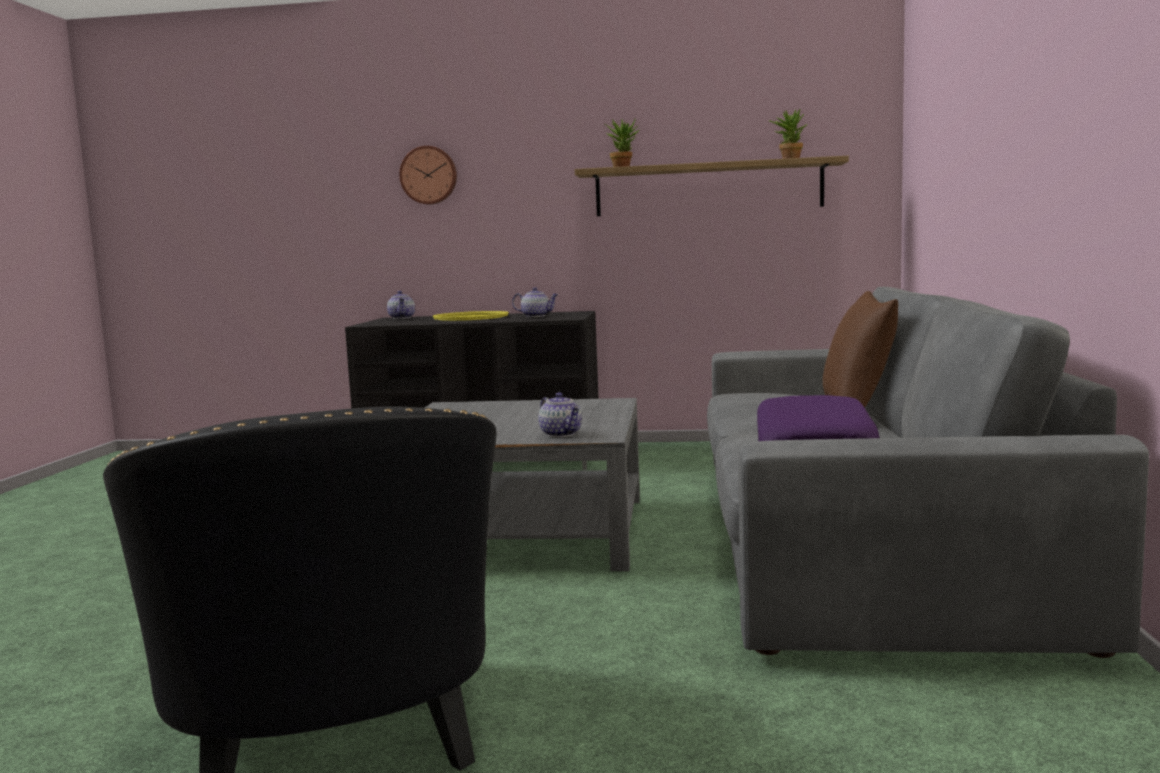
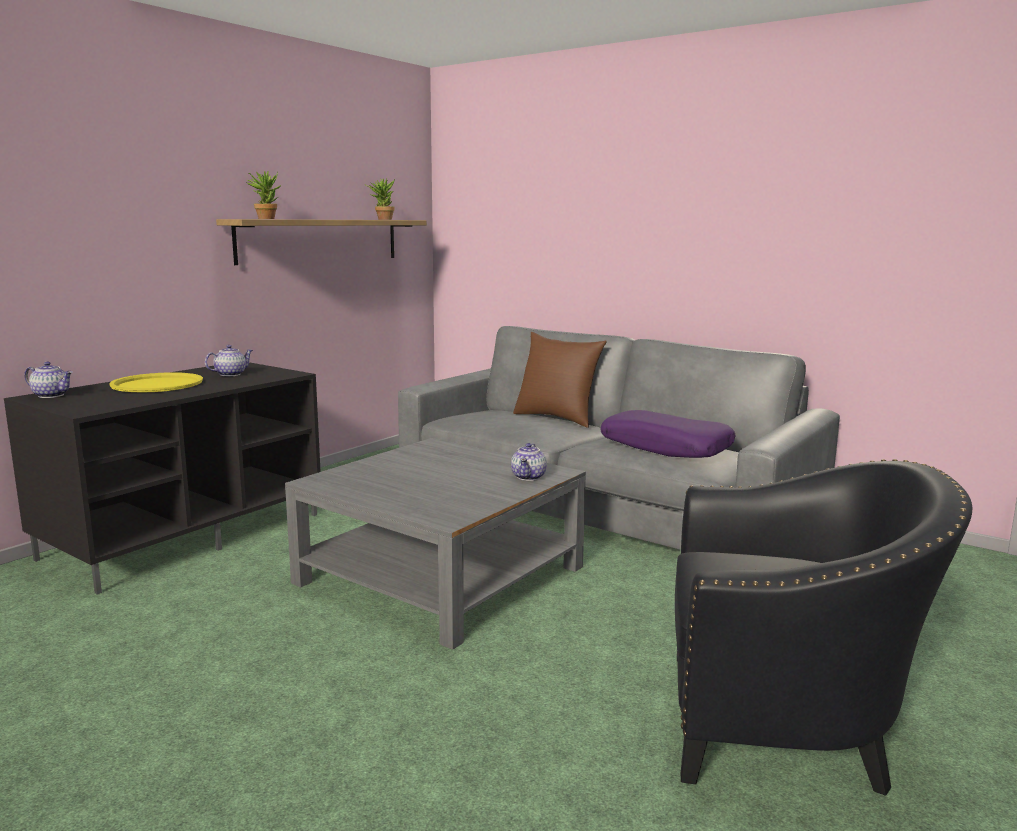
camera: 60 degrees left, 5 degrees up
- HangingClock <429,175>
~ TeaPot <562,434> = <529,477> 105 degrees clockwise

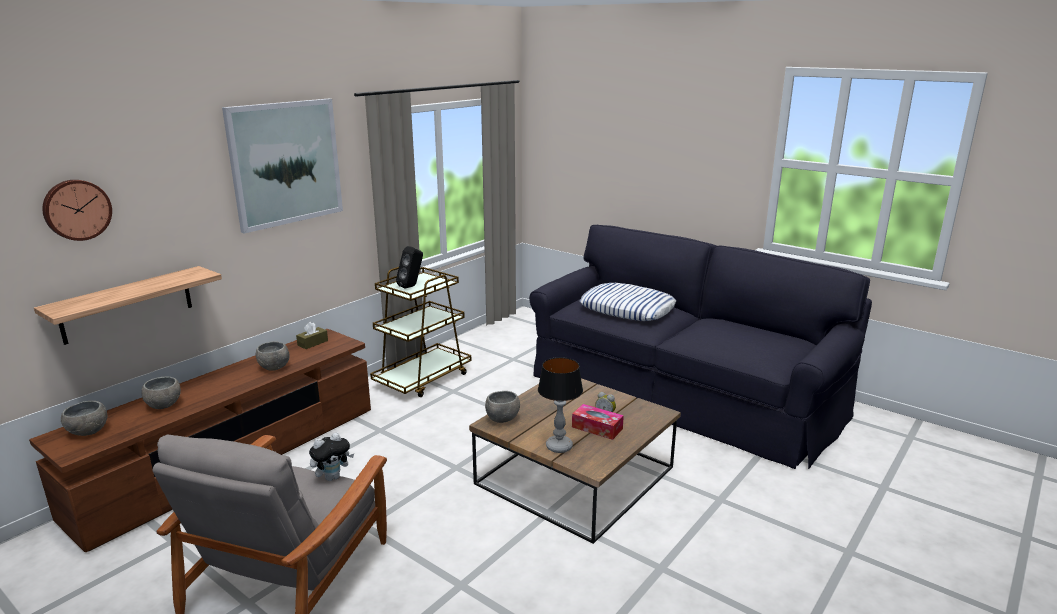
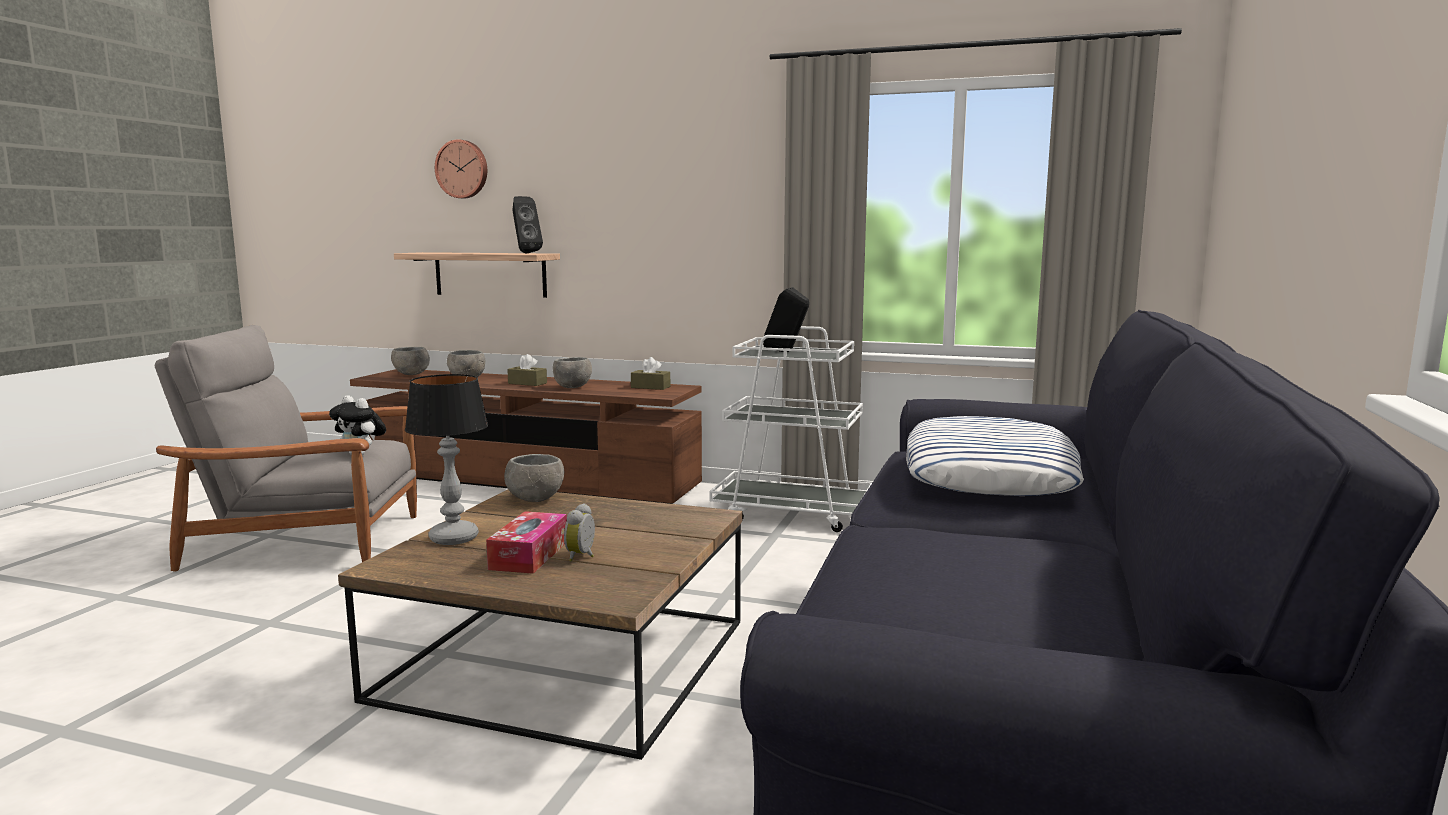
camera: 70 degrees right, 10 degrees down
- Picture <286,163>
~ BrownTrolley <423,379> to WhiteColouredTrolley <793,513>
+ BrownBoxOfTissues <527,383>
+ BlackAudioSpeaker <525,253>

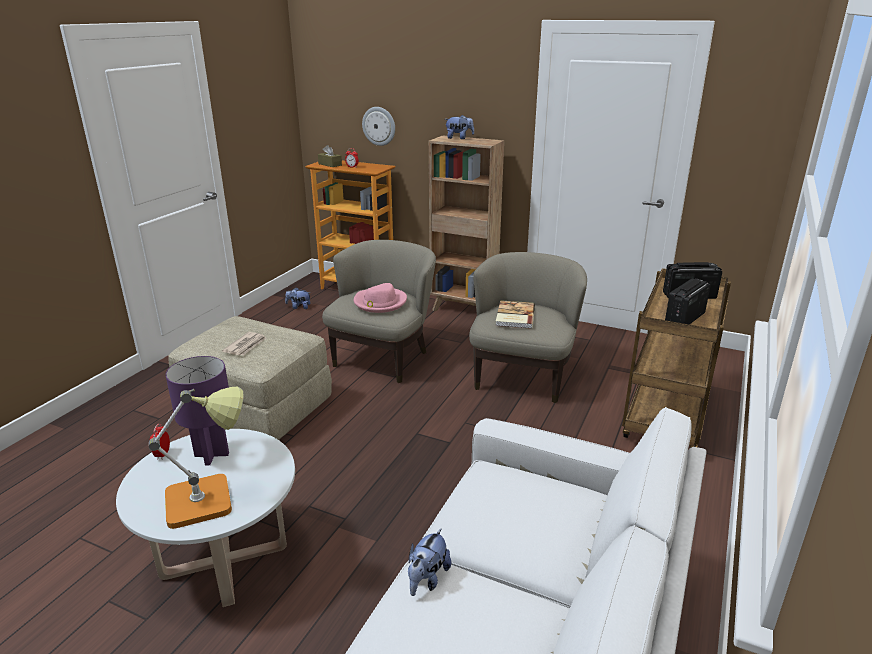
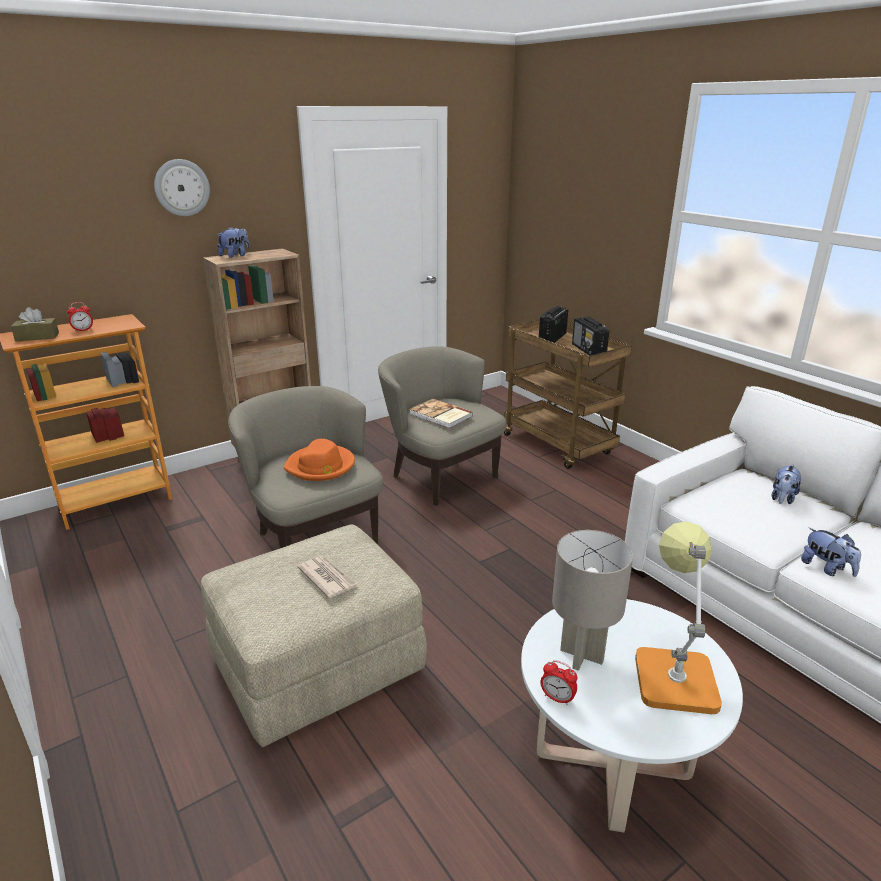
camera: 60 degrees left, 0 degrees up
~ PurplishLampForATable <212,455> to GreyLampForATable <582,655>
~ PlushToy <299,307> to <782,498>
~ PinkColouredWearableHat <380,302> to OrangeWearableHat <321,466>
~ HangingClock <379,126> to <182,187>

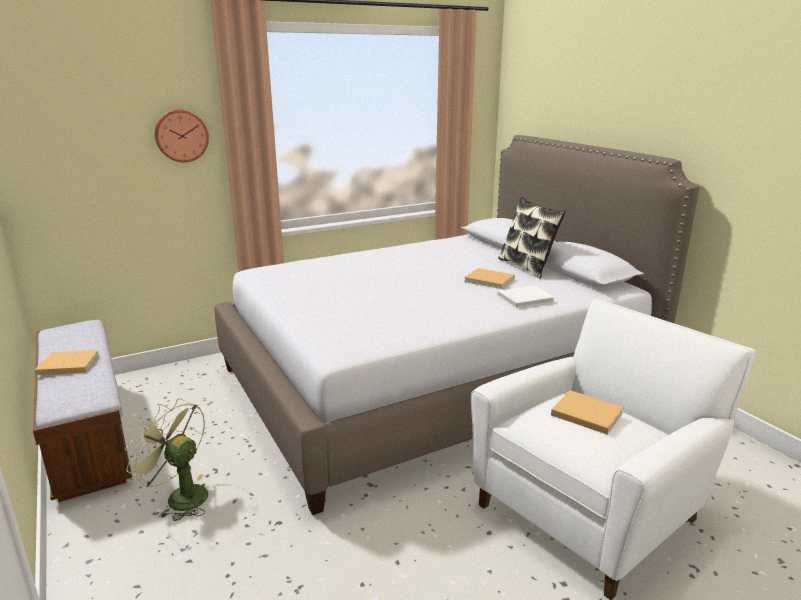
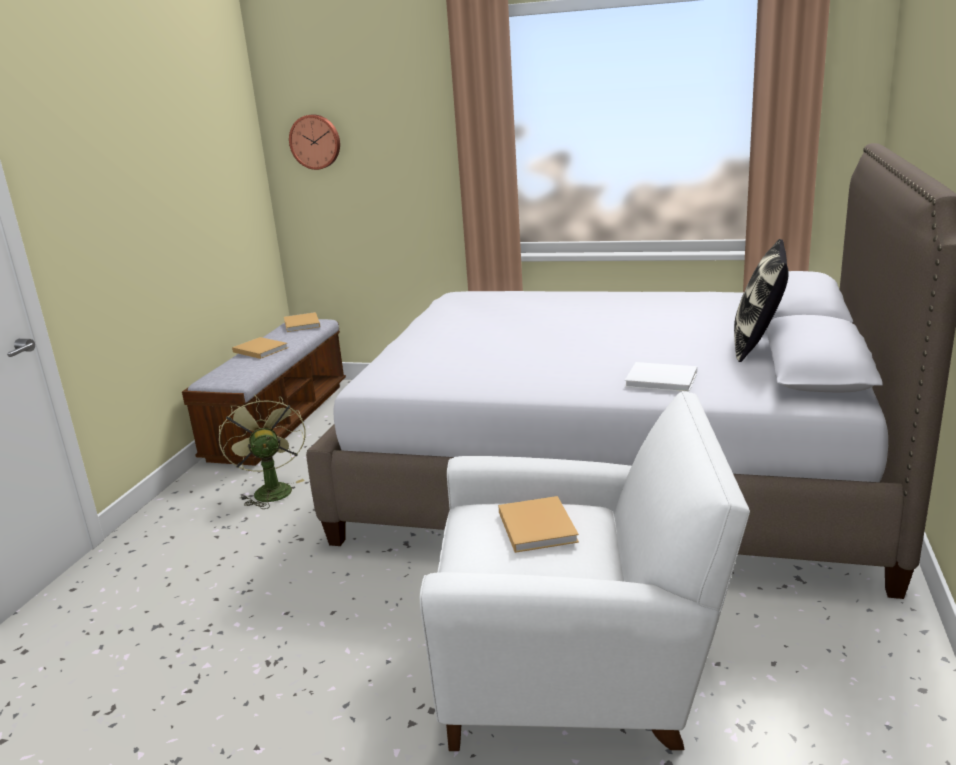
camera: 45 degrees right, 0 degrees up
~ HangingClock <181,135> to <315,141>
~ BeigeVolume <490,280> to <302,324>

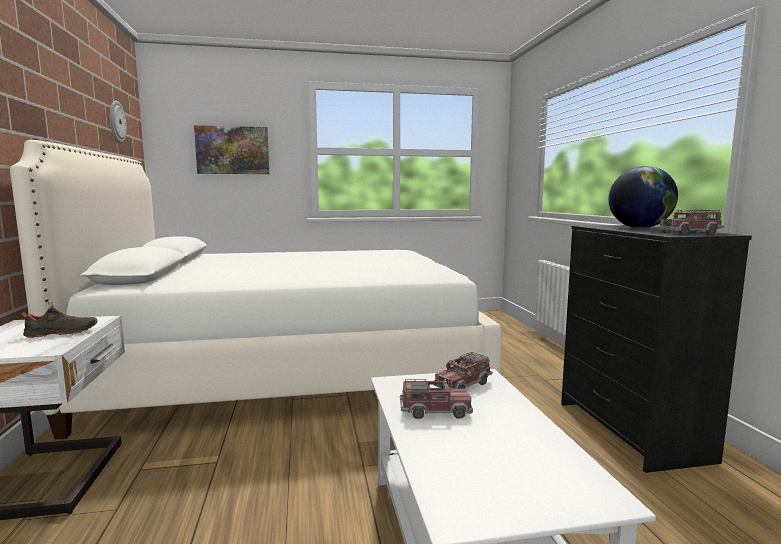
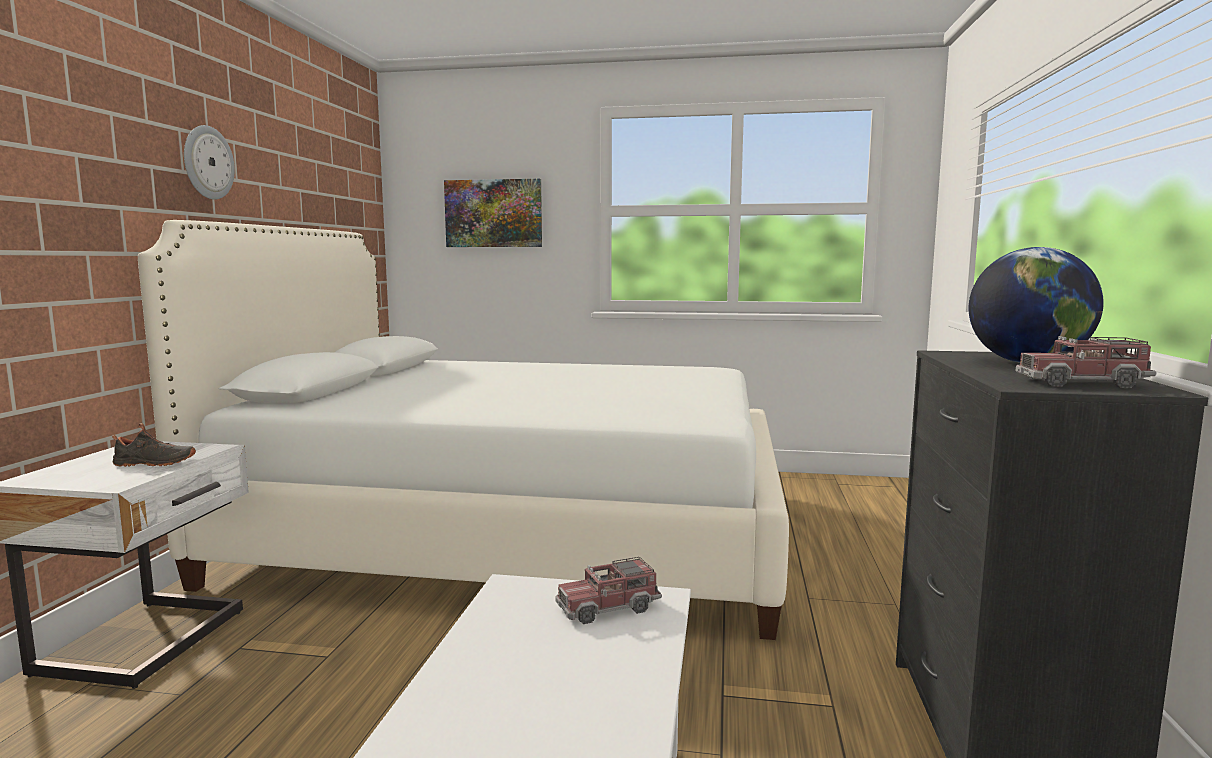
camera: 20 degrees right, 0 degrees up
~ HangingClock <116,122> to <207,162>
- ToyTruck <435,411>

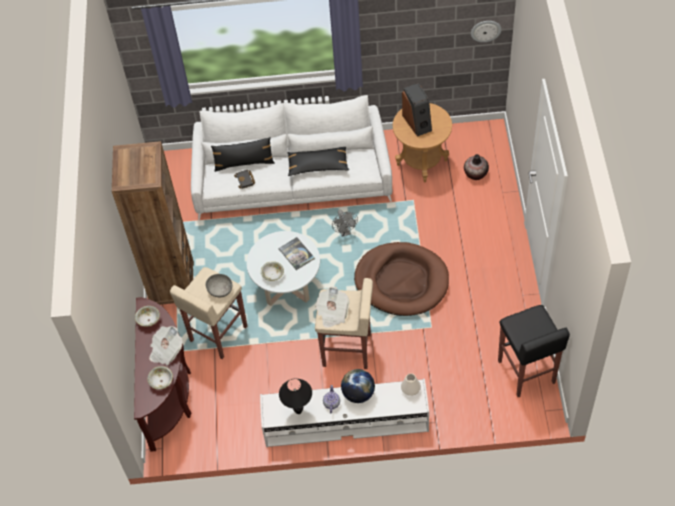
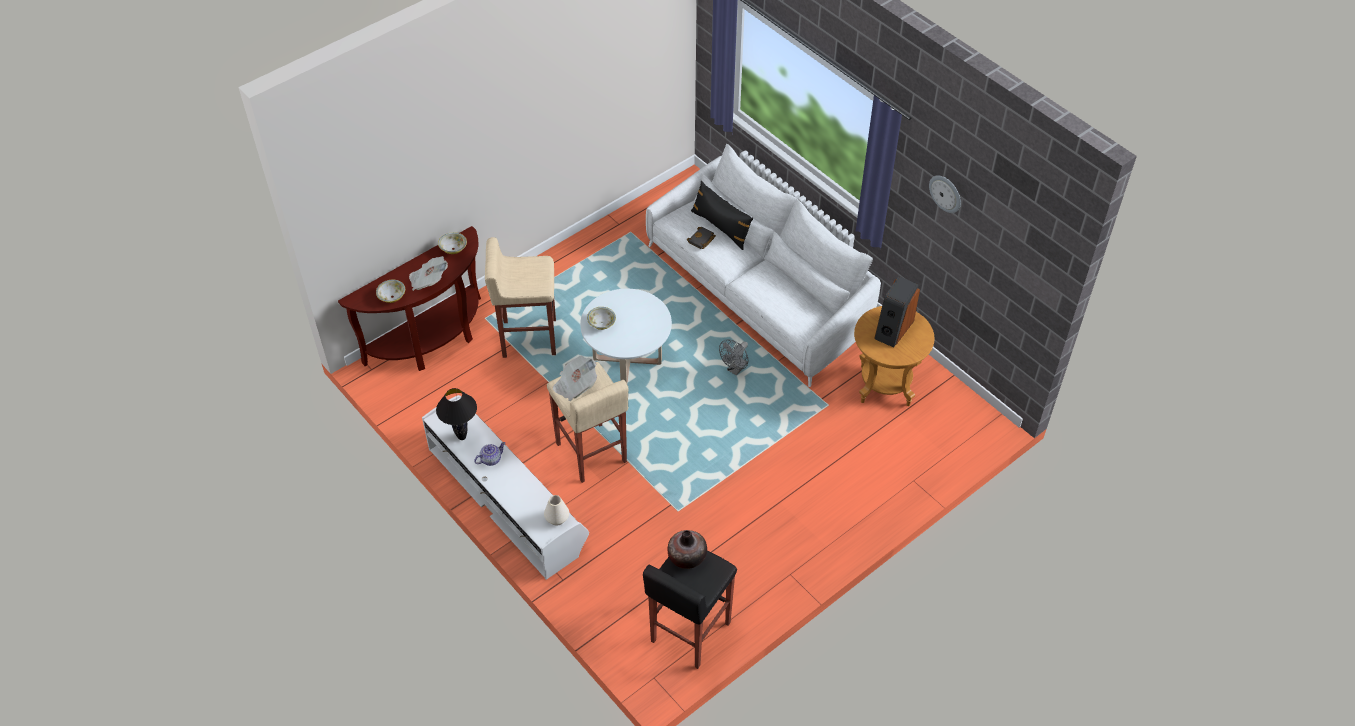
camera: 50 degrees right, 5 degrees down
- BrownBookcase <172,285>
- GreyDeepDish <220,290>
- Volume <296,254>
- BlackCushion <318,165>
- DeskGlobe <358,393>
- BrownDogCushion <401,281>
~ FlowerVase <475,173> to <687,557>
~ HangingClock <485,30> to <945,193>

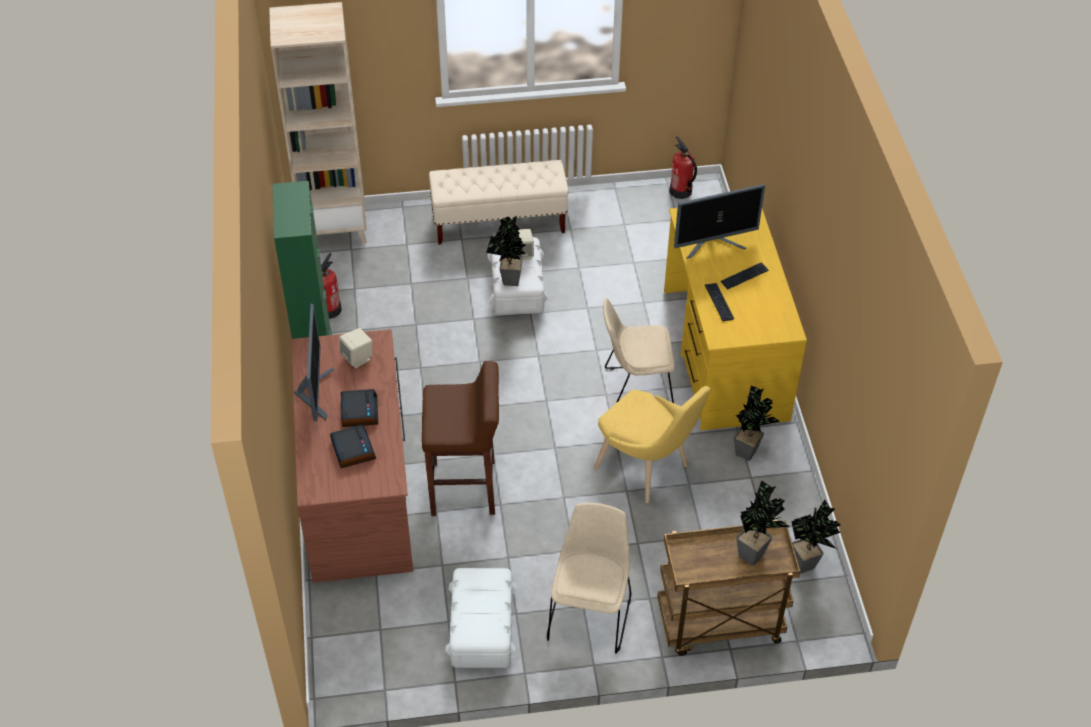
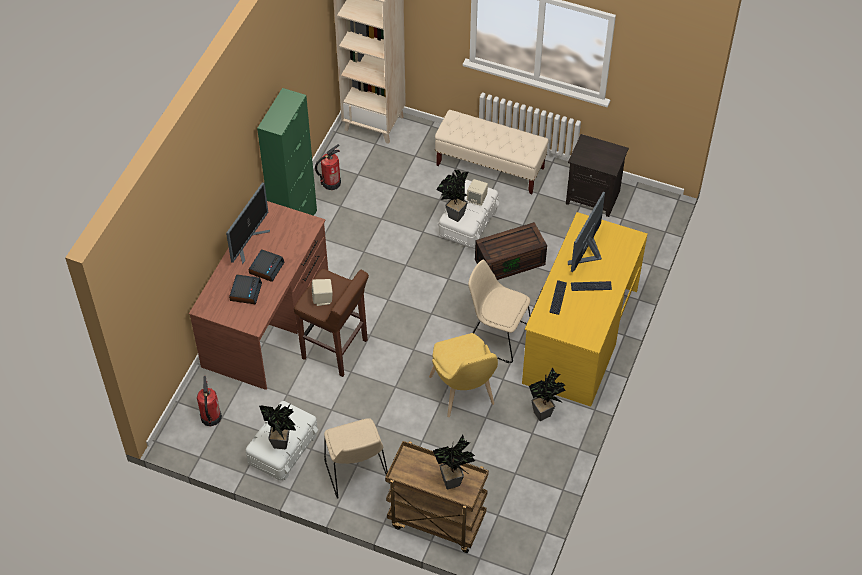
camera: 30 degrees right, 5 degrees up
~ BeigeAudioSpeaker <357,358> to <323,299>
~ BeigePlainChair <589,614> = <357,472> 120 degrees clockwise
~ Extinguisher <680,191> to <211,417>
~ ComputerDisplay <714,244> = <587,253> 105 degrees clockwise
~ PottedPlant <808,564> to <283,445>
+ BrownStorageContainer <510,261>
+ BlackBedsideTable <594,197>

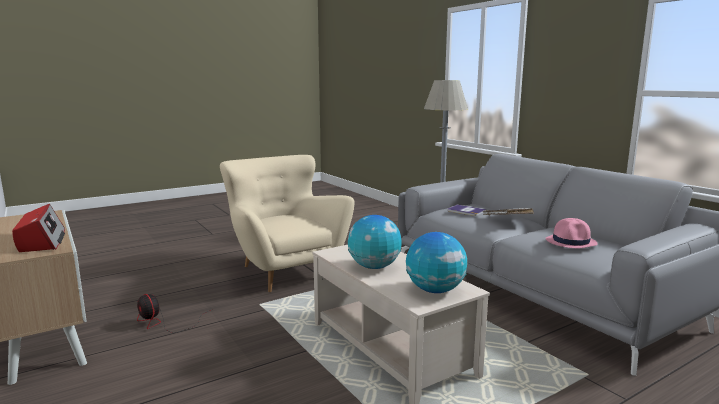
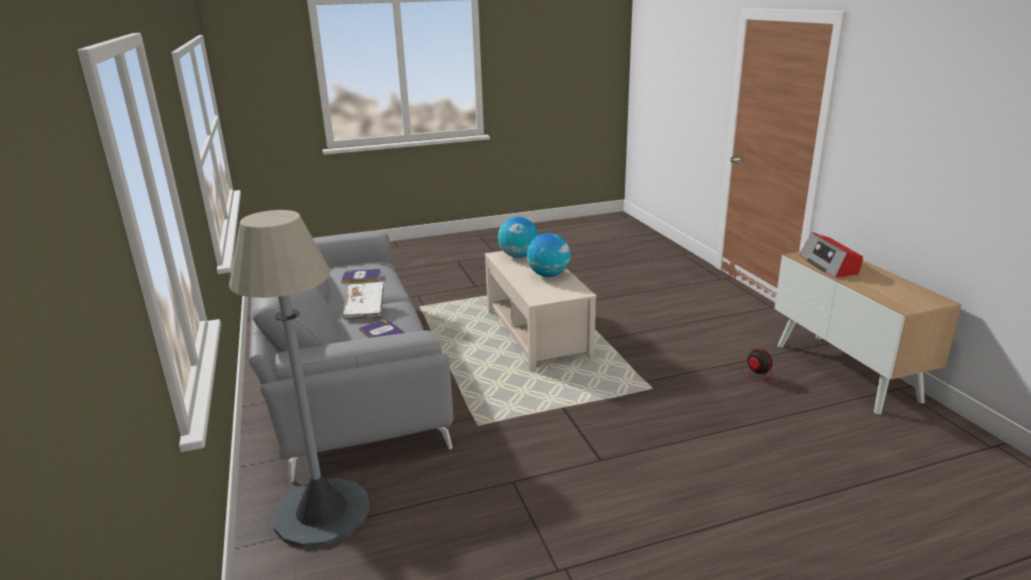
camera: 165 degrees left, 10 degrees up
- BeigeEasyChair <284,271>
~ PinkColouredWearableHat <571,242> to Volume <361,276>

